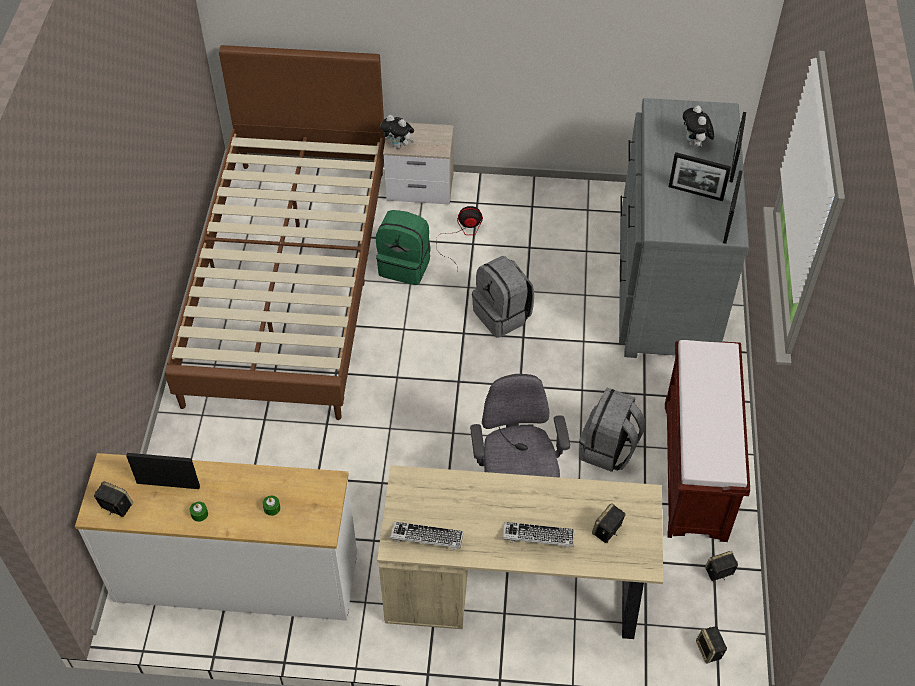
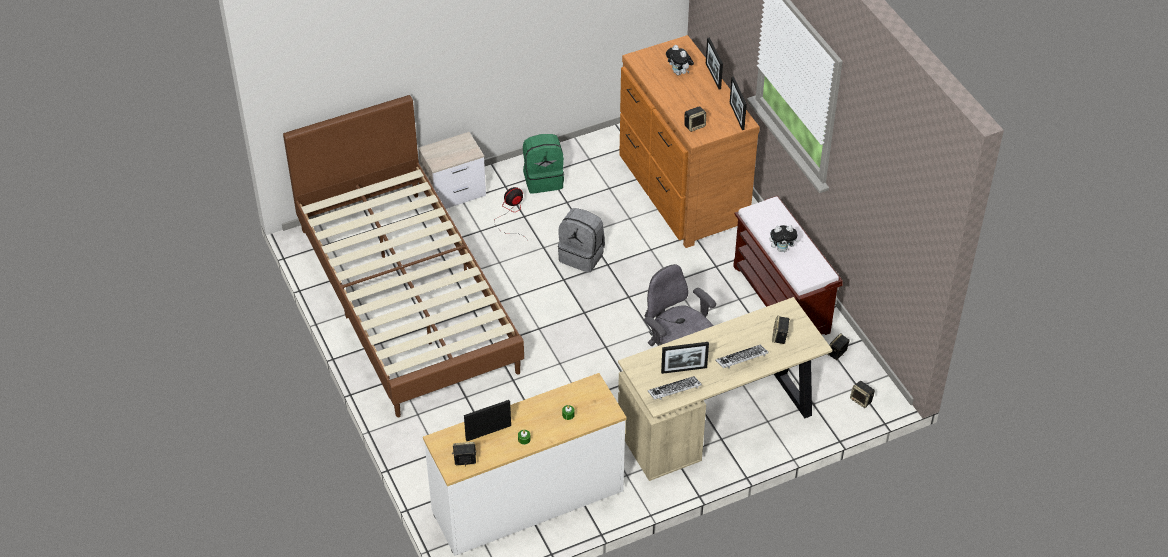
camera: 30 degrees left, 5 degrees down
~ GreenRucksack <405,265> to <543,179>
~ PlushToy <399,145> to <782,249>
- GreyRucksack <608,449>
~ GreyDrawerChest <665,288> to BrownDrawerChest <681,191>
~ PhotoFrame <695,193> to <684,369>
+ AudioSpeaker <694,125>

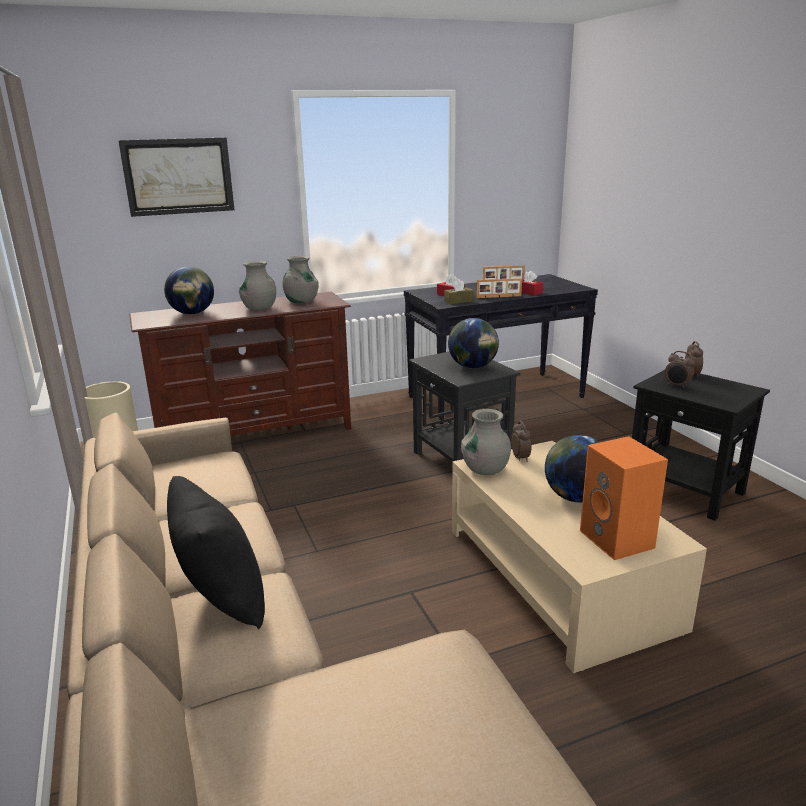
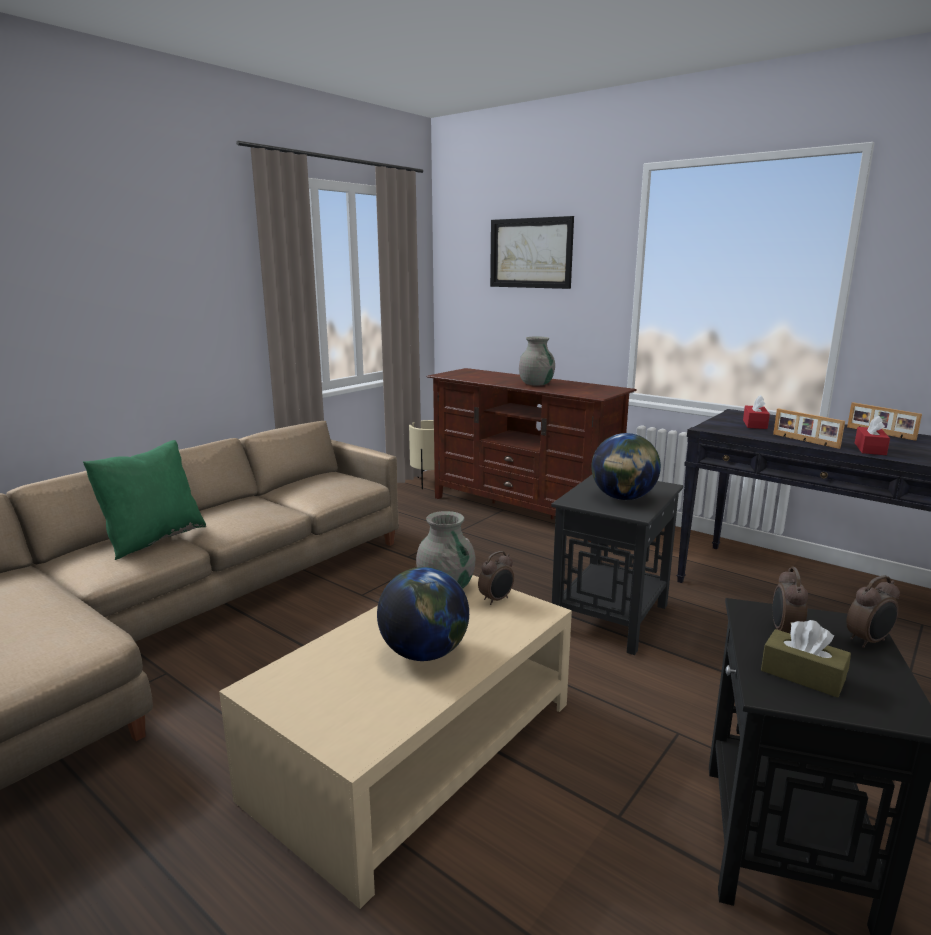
camera: 60 degrees right, 5 degrees down
- DeskGlobe <192,313>
~ BlackCushion <221,598> to GreenCushion <153,539>
- GreyFlowerVase <301,302>
~ BrownBoxOfTissues <458,301> to <802,675>
- OrangeAudioSpeaker <619,540>

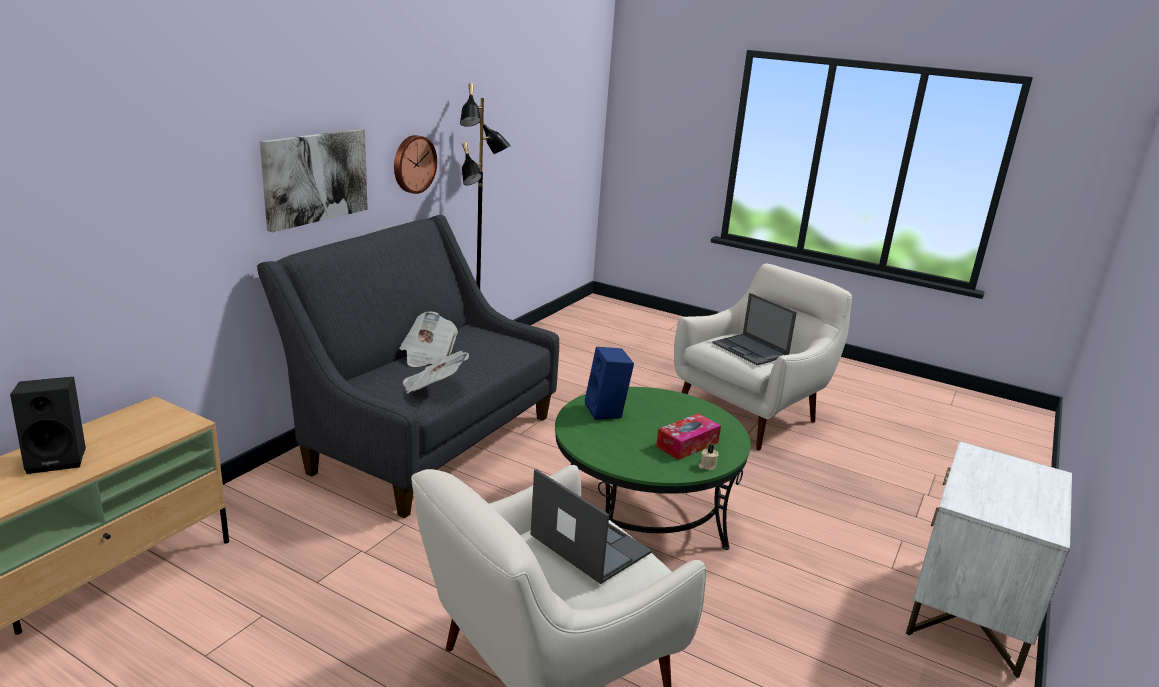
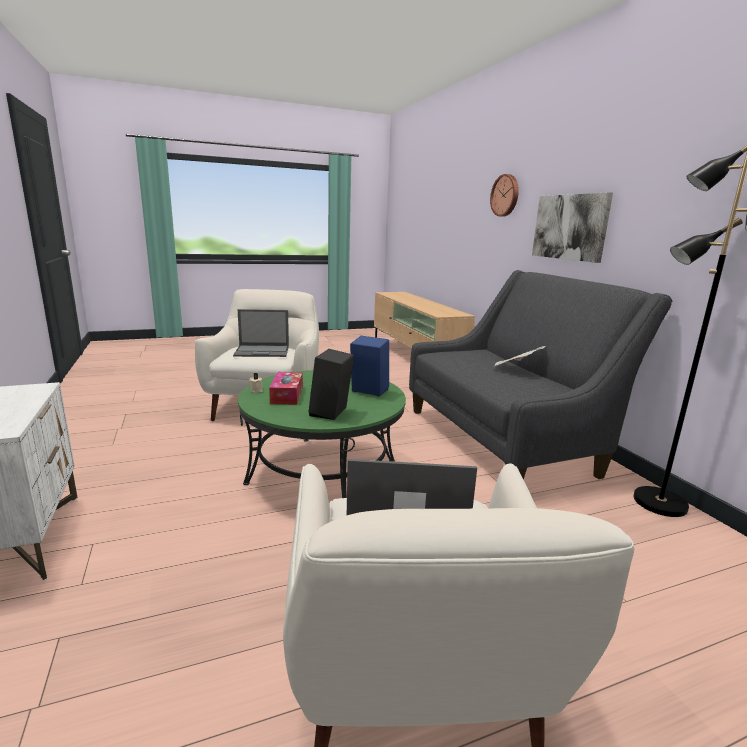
camera: 130 degrees right, 5 degrees down
~ BlackAudioSpeaker <59,458> to <331,413>
~ HangingClock <413,164> to <506,195>
- DailyPaper <433,388>

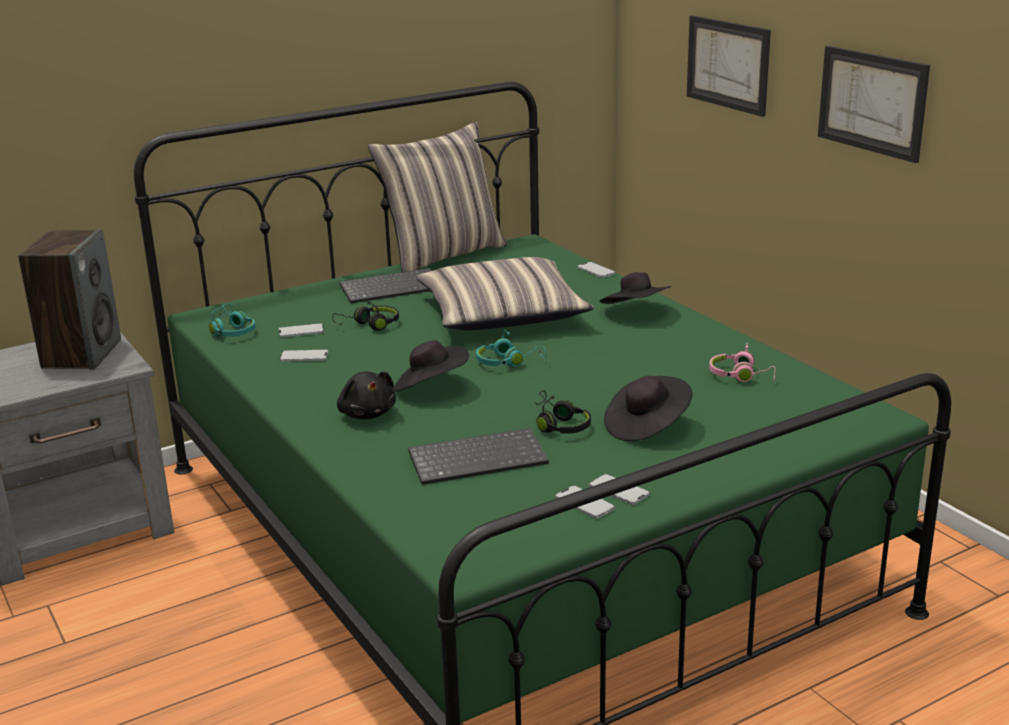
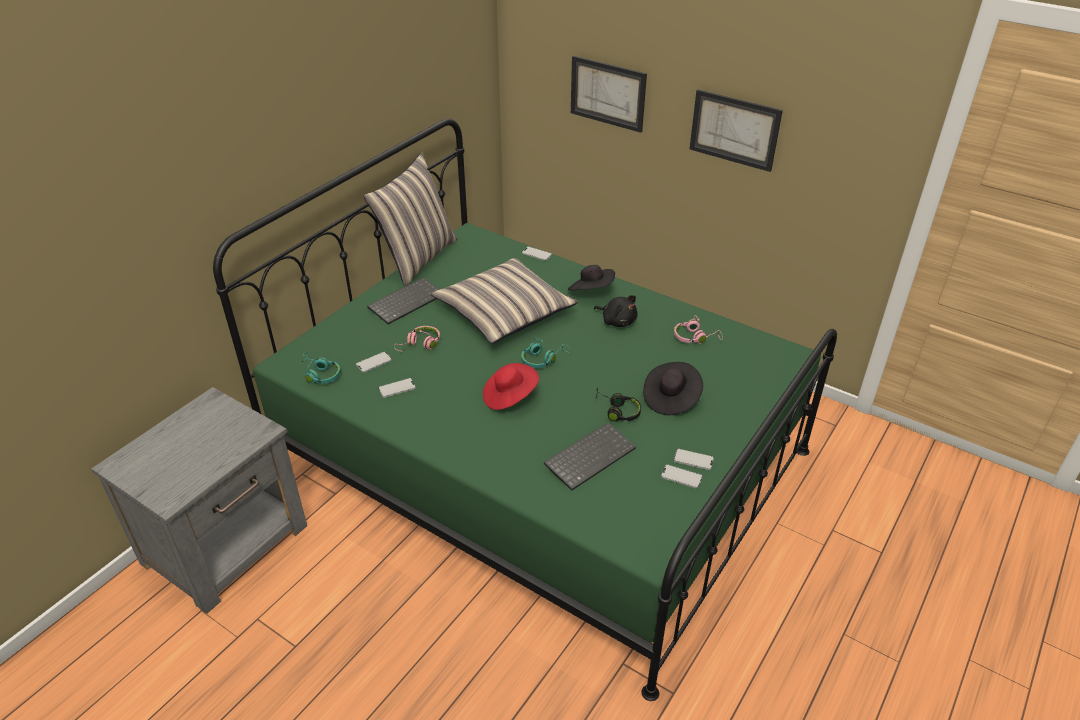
camera: 25 degrees left, 15 degrees up
- AudioSpeaker <81,354>
~ BlackPairOfHeadphones <370,325> to PinkColouredPairOfHeadphones <420,344>
~ BlackPlushToy <367,413> to <617,321>
~ BlackWearableHat <430,387> to ReddishWearableHat <509,397>

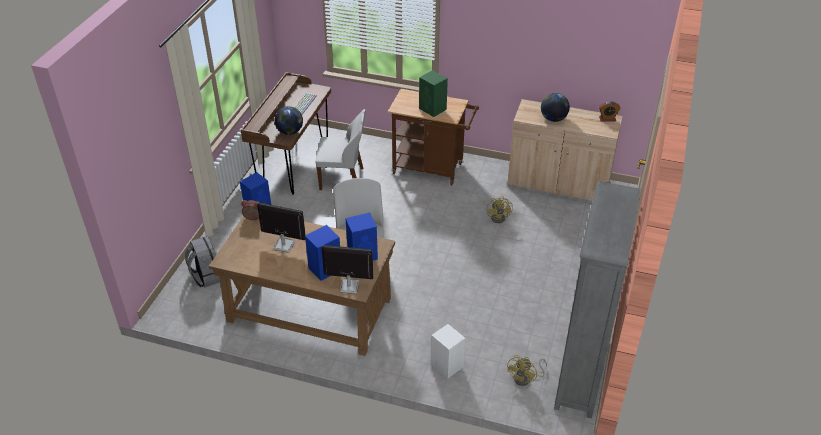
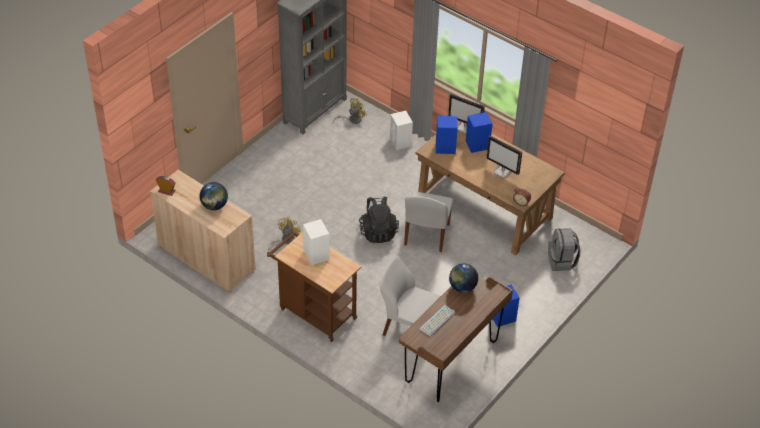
camera: 160 degrees left, 5 degrees up
~ GreenAudioSpeaker <433,109> to WhiteColouredAudioSpeaker <316,254>
+ BlackRucksack <378,231>

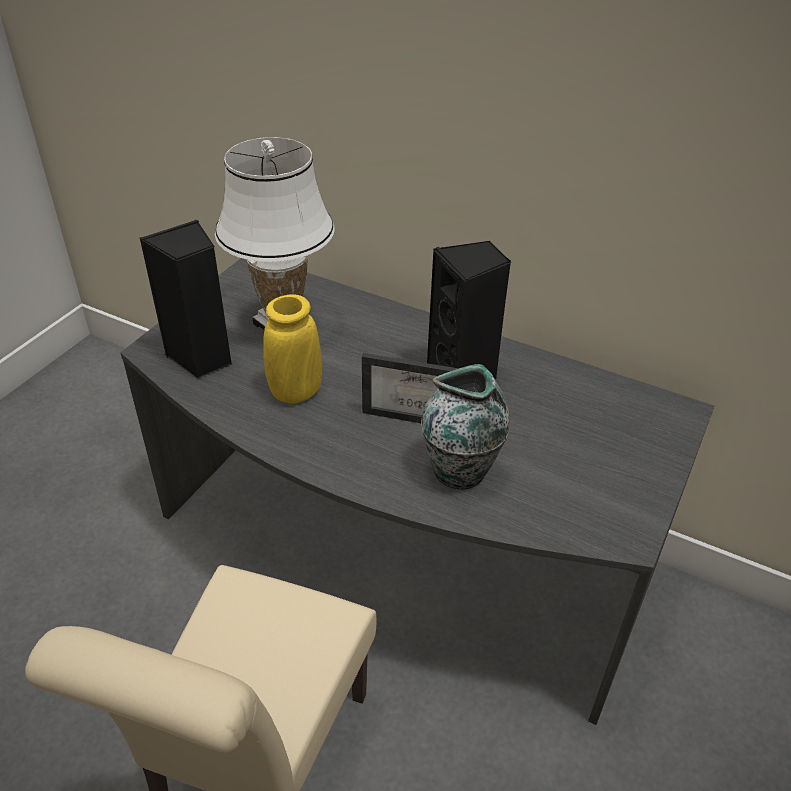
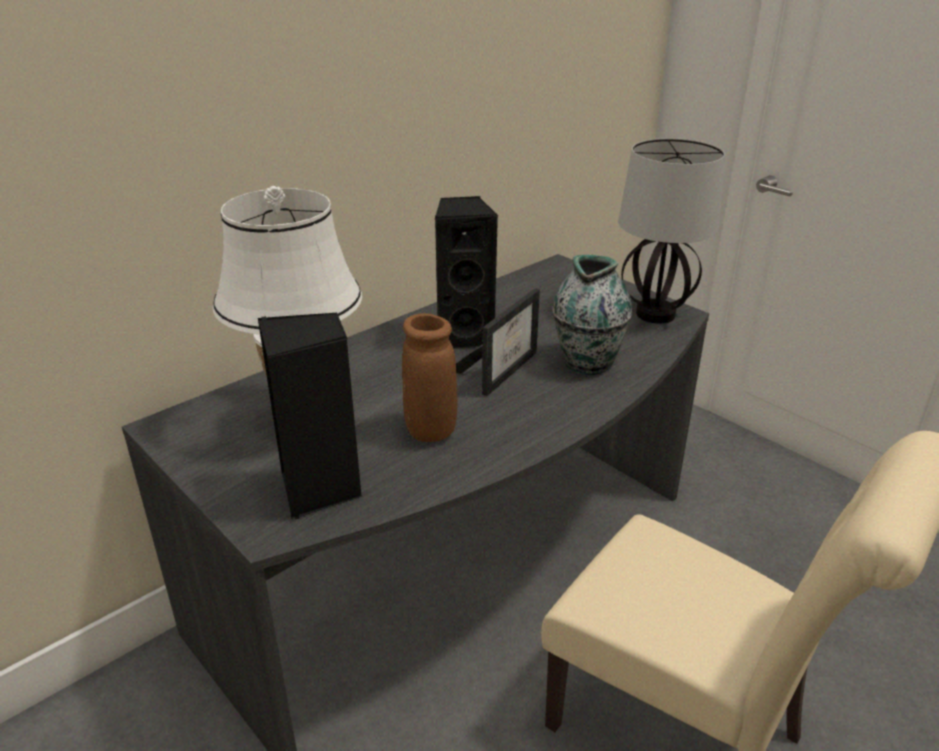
camera: 70 degrees left, 10 degrees down
~ YellowColouredFlowerVase <295,392> to BrownFlowerVase <430,430>
+ LampForATable <655,315>

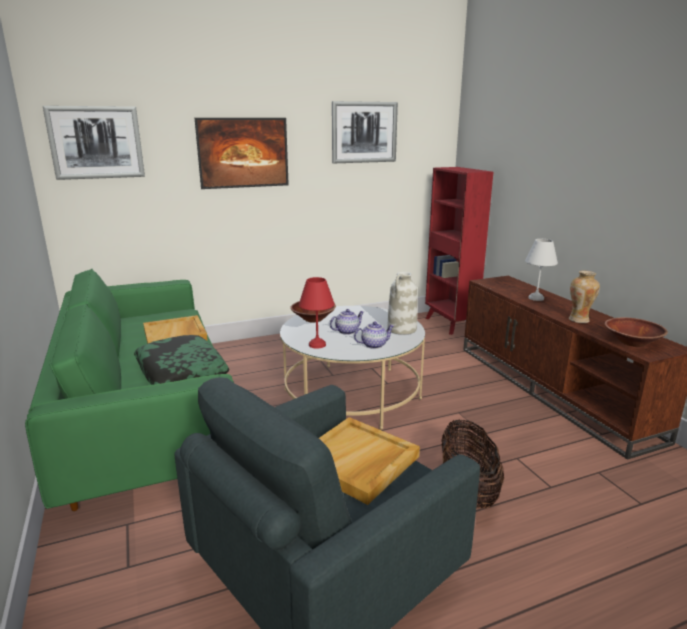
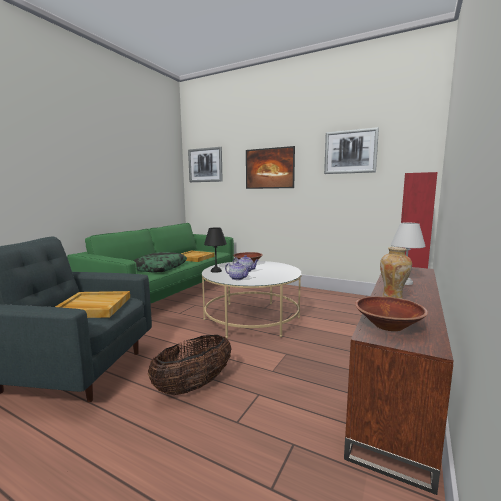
camera: 50 degrees right, 10 degrees down
~ ReddishLampForATable <317,345> to BlackLampForATable <215,271>
- WhiteColouredFlowerVase <402,329>

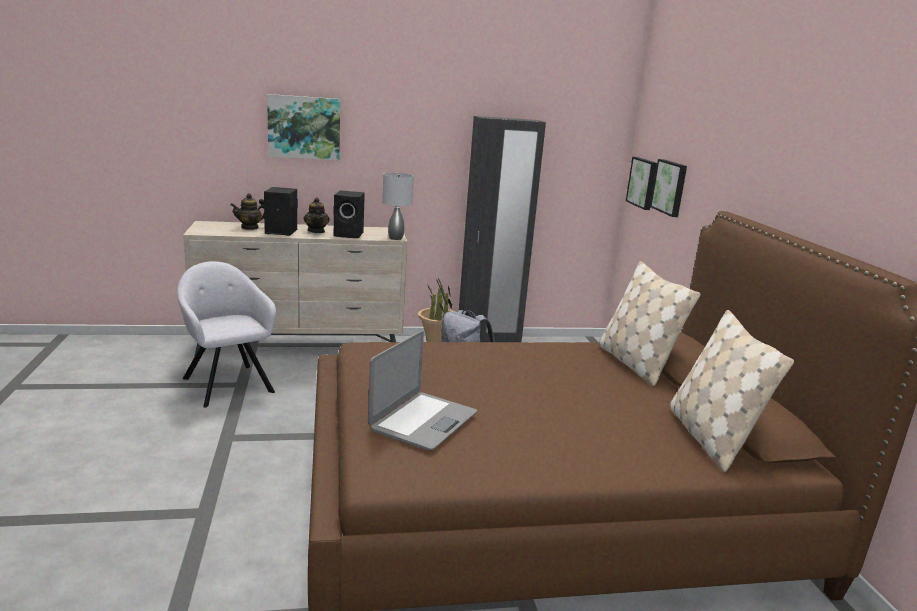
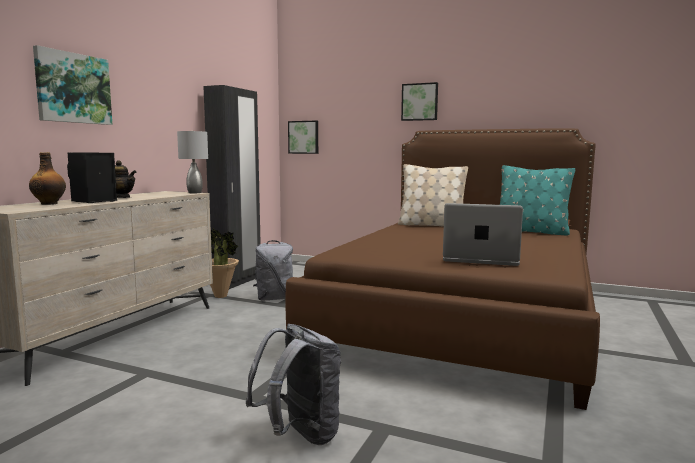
camera: 55 degrees left, 10 degrees down
- GreyEasyChair <226,383>
~ TeaPot <250,227> to DrinkBottle <49,204>
- BlackAudioSpeaker <349,234>
~ PortableComputer <422,421> = <481,259> 45 degrees counterclockwise
~ Picture <670,187> to <420,102>
~ BeigeCushion <710,438> to TurquoiseCushion <531,231>
+ GreyRucksack <299,435>

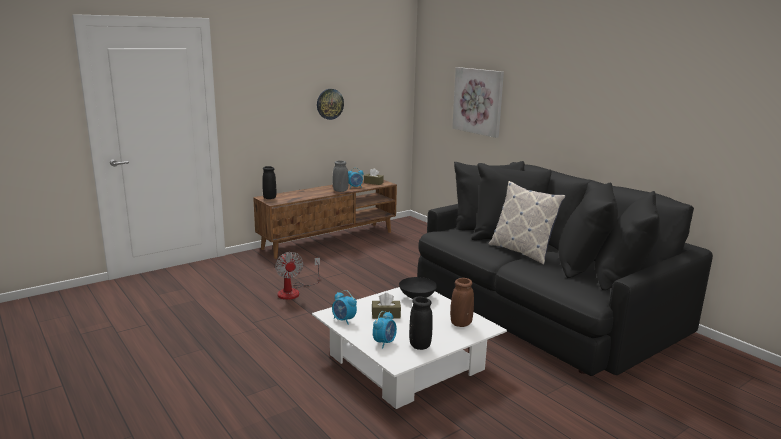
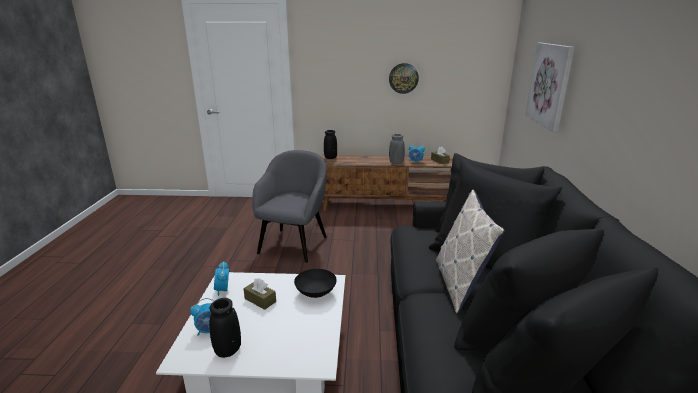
camera: 40 degrees right, 5 degrees up
~ Fan <294,291> to GreyEasyChair <294,244>
- BrownFlowerVase <461,323>

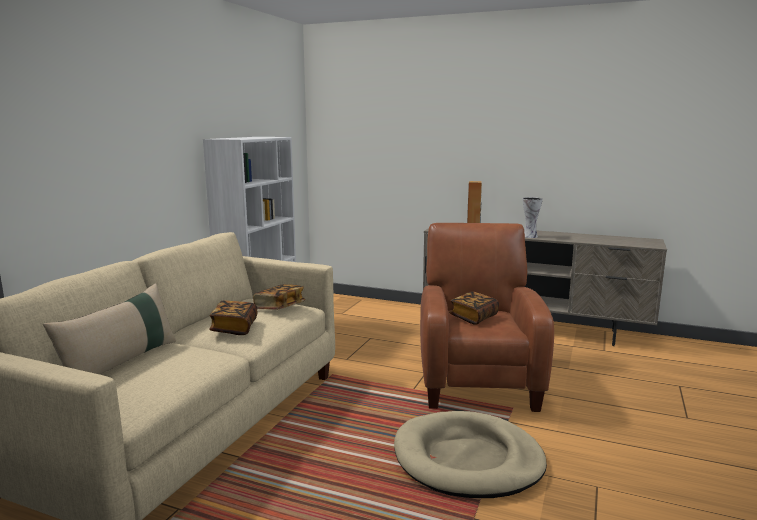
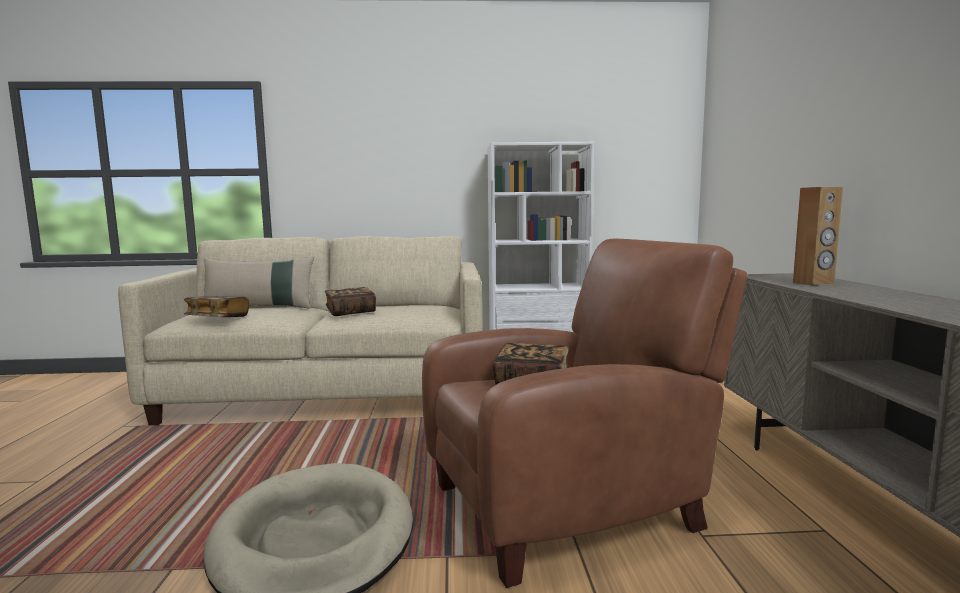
camera: 65 degrees right, 5 degrees down
~ Volume <279,307> to <218,318>
- FlowerVase <530,236>

